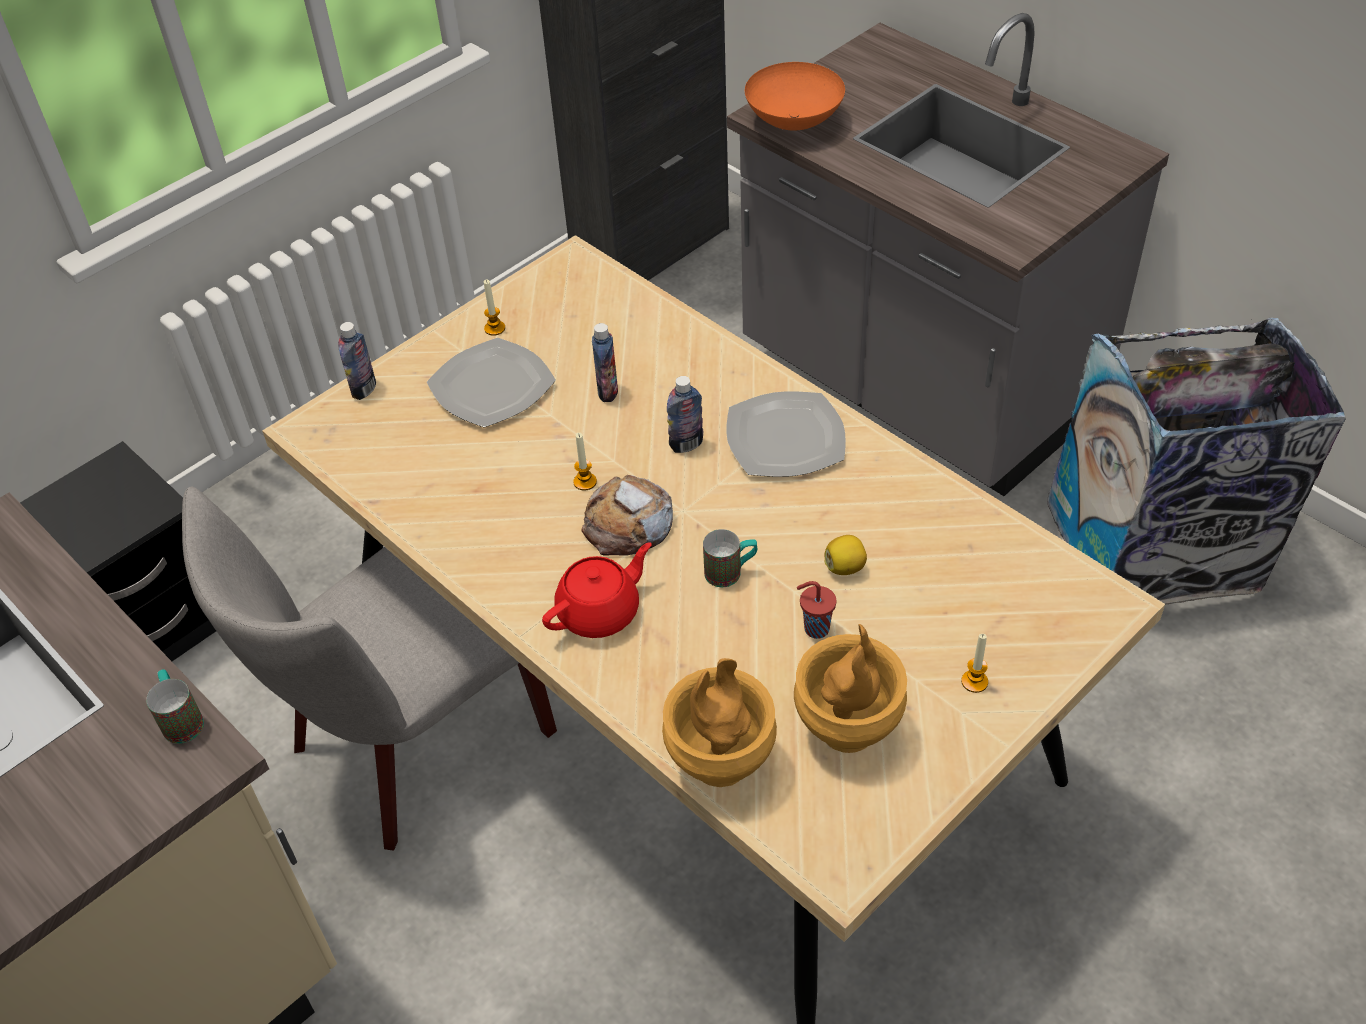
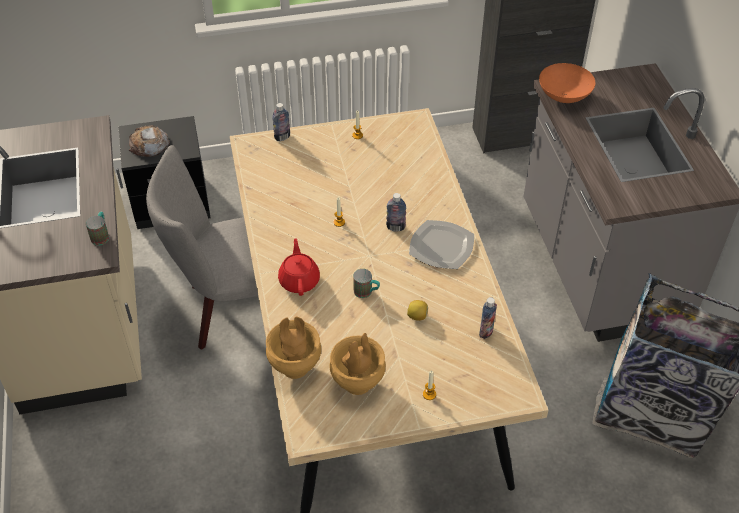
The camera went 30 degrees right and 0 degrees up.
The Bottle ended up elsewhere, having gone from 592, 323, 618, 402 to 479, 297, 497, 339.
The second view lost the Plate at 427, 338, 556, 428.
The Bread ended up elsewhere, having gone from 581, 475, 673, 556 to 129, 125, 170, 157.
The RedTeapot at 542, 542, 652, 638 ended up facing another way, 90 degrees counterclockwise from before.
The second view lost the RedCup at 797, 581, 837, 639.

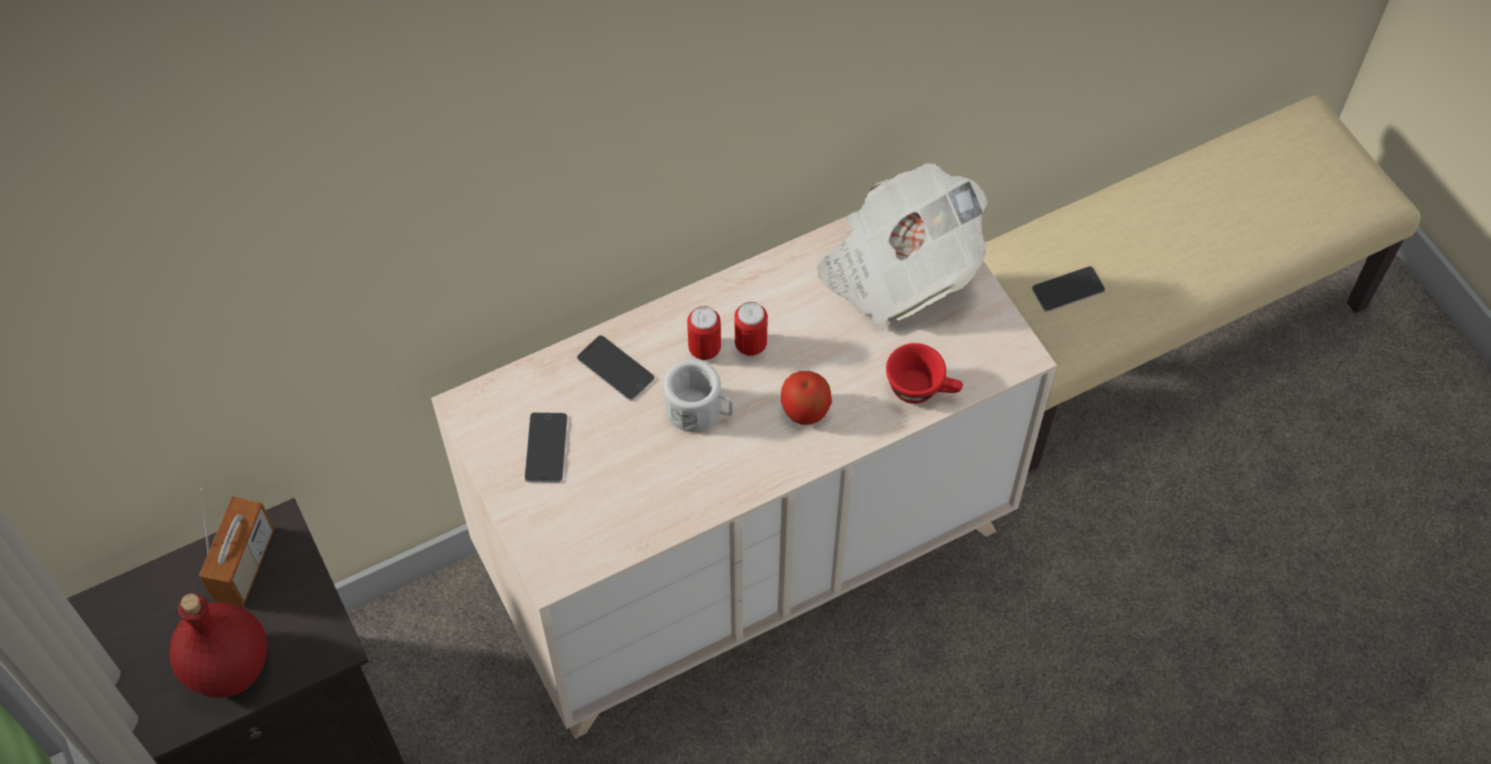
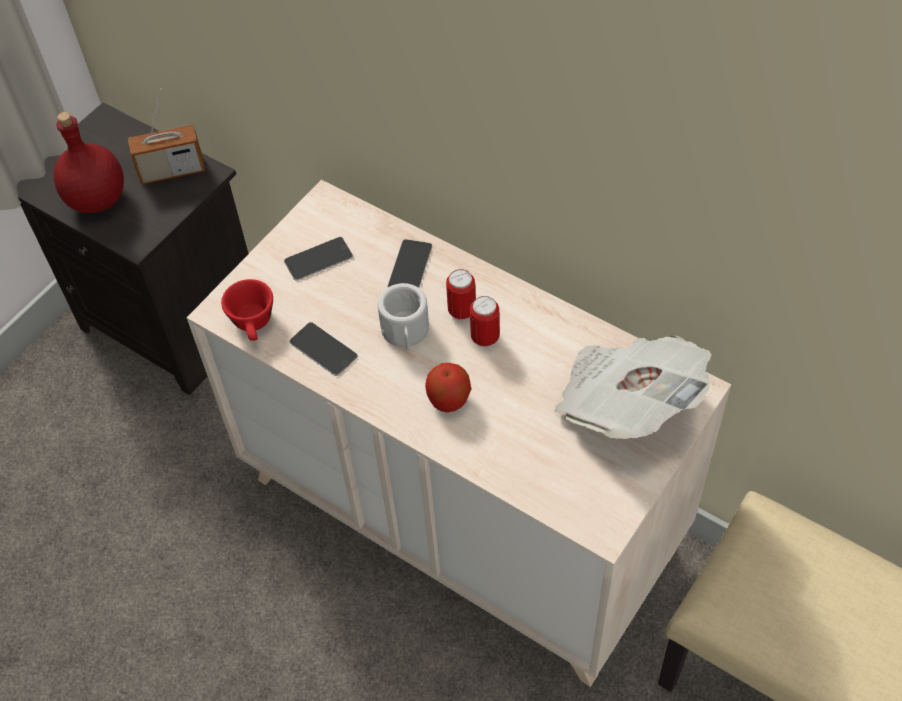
The camera went 65 degrees right and 5 degrees down.
The Phone ended up elsewhere, having gone from 1032, 266, 1105, 312 to 289, 322, 358, 376.
The RedCup ended up elsewhere, having gone from 886, 343, 963, 404 to 221, 279, 273, 341.

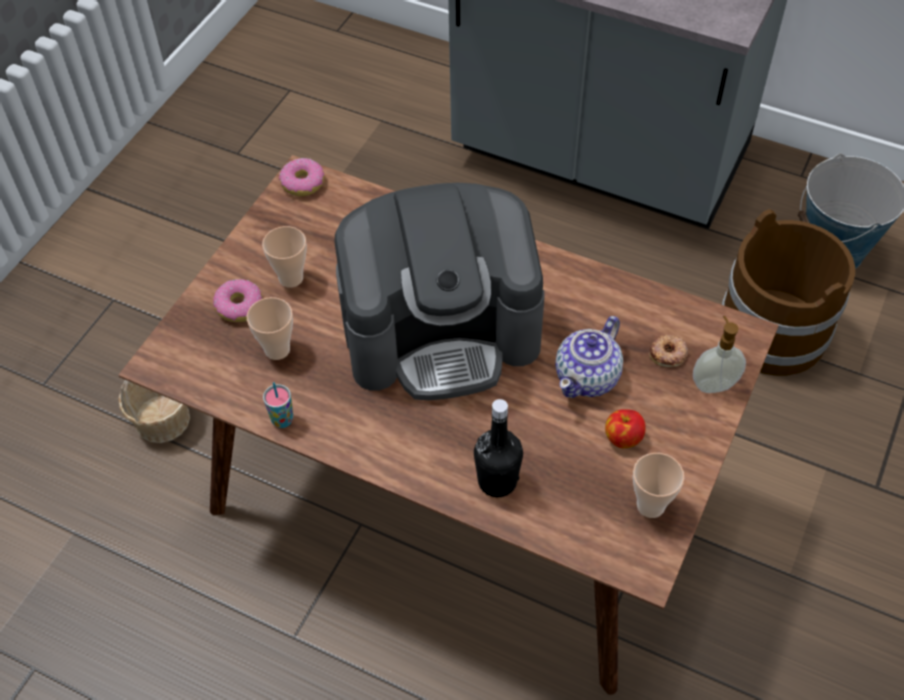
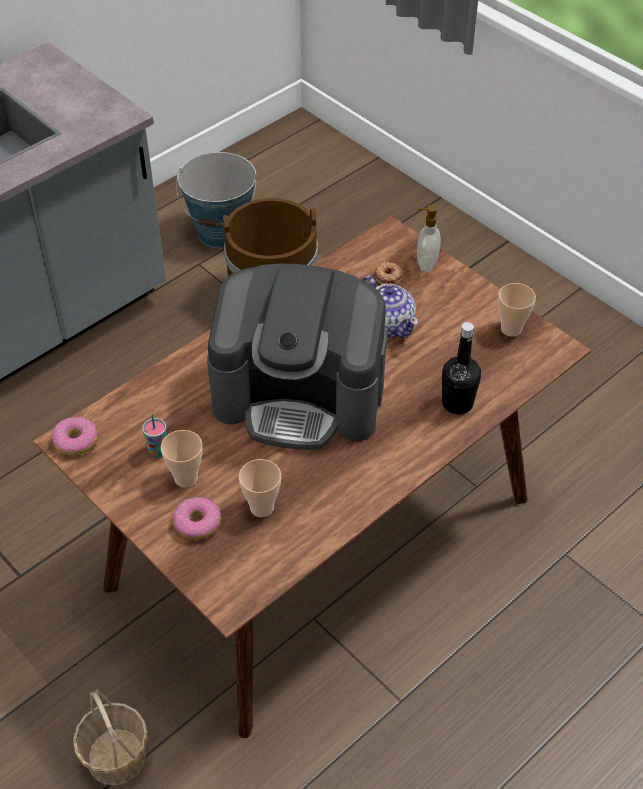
The camera went 70 degrees left and 5 degrees down.
The CoffeeMachine at 335, 183, 545, 400 ended up facing another way, 90 degrees clockwise from before.
The Cup ended up elsewhere, having gone from 263, 382, 293, 428 to 142, 414, 167, 458.
The second view lost the Apple at 605, 409, 646, 448.

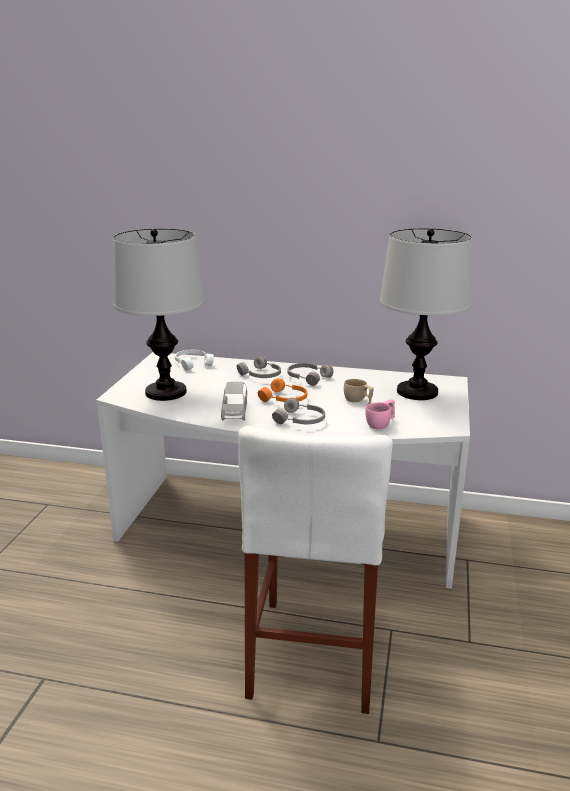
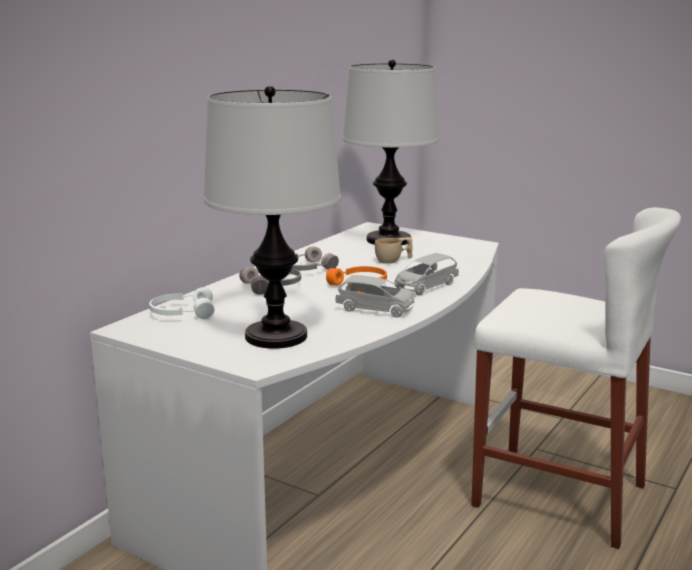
The camera went 70 degrees left and 5 degrees down.
Where the GreyHeadphones stood at 272, 398, 325, 424, the GreyToyCar came to stand at 394, 253, 459, 296.
The second view lost the PinkCup at 365, 400, 395, 429.

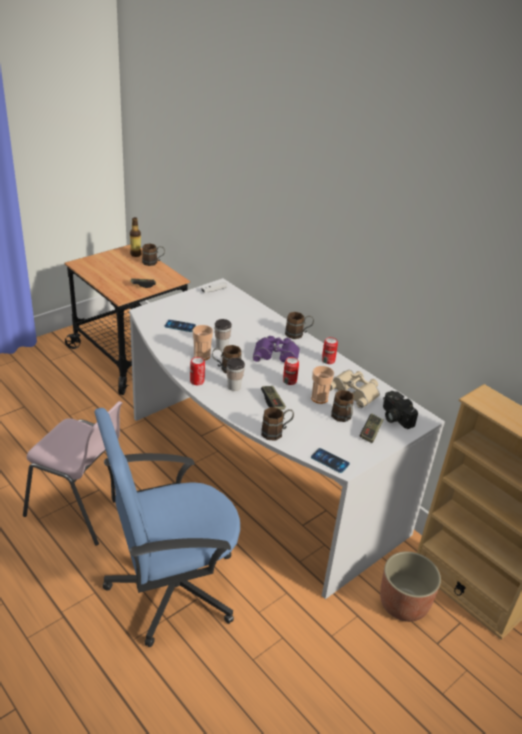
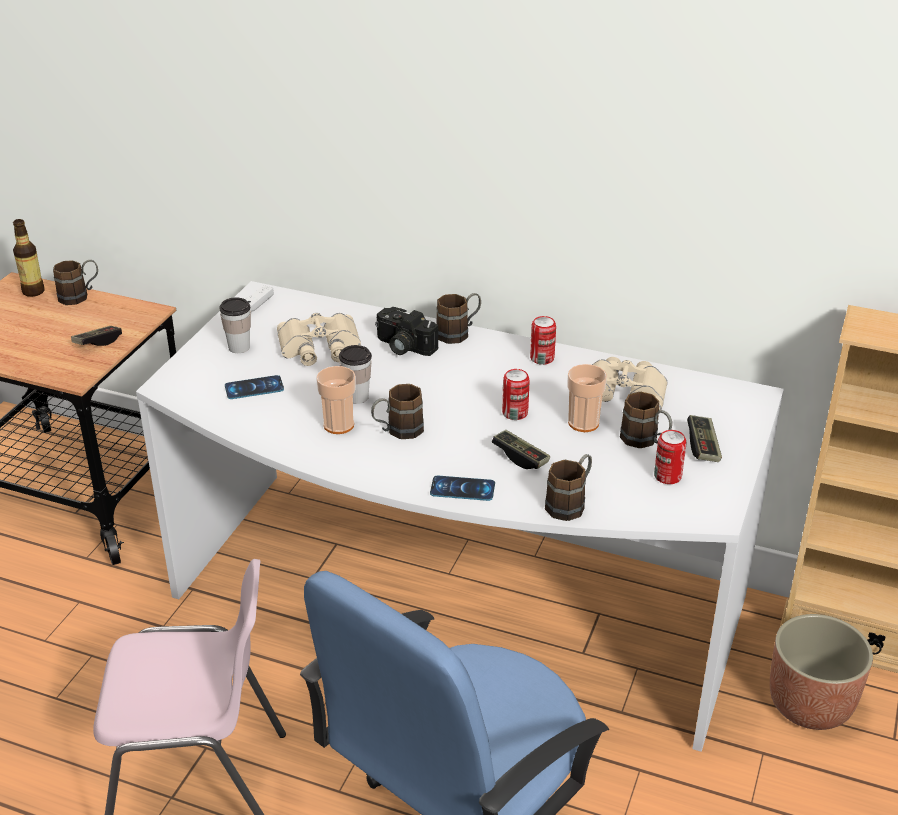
The camera went 25 degrees left and 0 degrees up.
The second view lost the PurpleBinoculars at 253, 336, 300, 362.
The Can ended up elsewhere, having gone from 190, 357, 205, 385 to 654, 430, 686, 484.
The Cup ended up elsewhere, having gone from 226, 358, 245, 391 to 219, 297, 251, 353.
The PhotoCamera ended up elsewhere, having gone from 383, 391, 418, 429 to 375, 307, 438, 356.
The Phone ended up elsewhere, having gone from 311, 448, 350, 473 to 430, 476, 495, 501.
The second view gained the BeigeBinoculars at 277, 313, 361, 366.

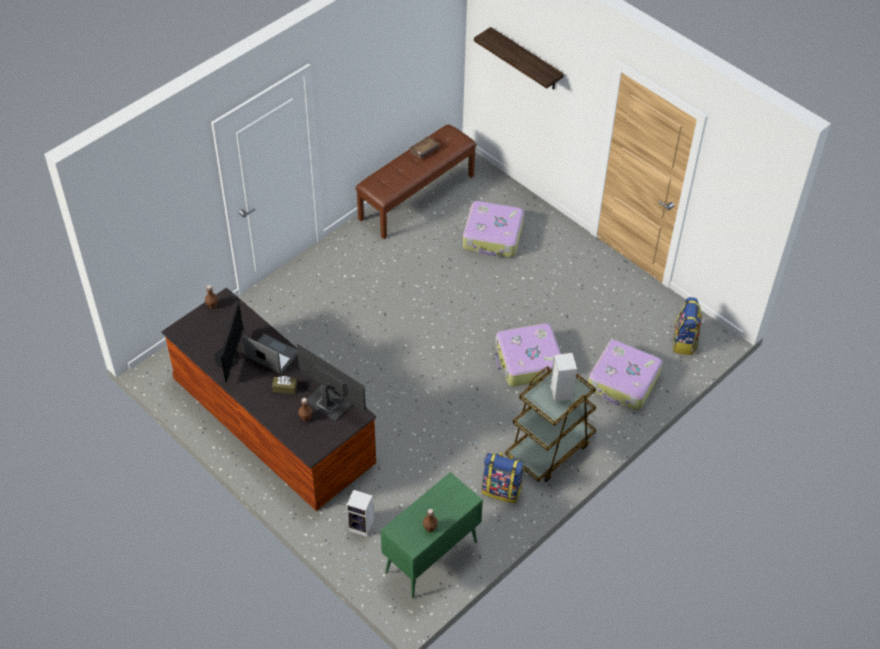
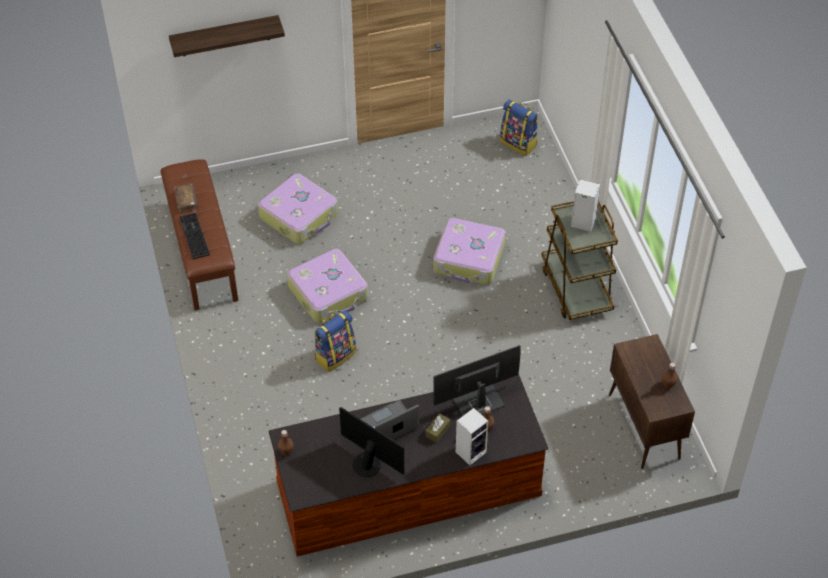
The camera went 60 degrees left and 0 degrees up.
The Suitcase ended up elsewhere, having gone from 588, 340, 663, 410 to 287, 249, 368, 323.
The Backpack ended up elsewhere, having gone from 482, 452, 524, 503 to 314, 310, 356, 372.
What was the GreenCabinet at 381, 472, 483, 598 turned into the BrownCabinet at 609, 334, 695, 469.
The Speaker ended up elsewhere, having gone from 346, 490, 374, 537 to 456, 408, 489, 465.
The second view gained the Keyboard at 180, 213, 210, 260.

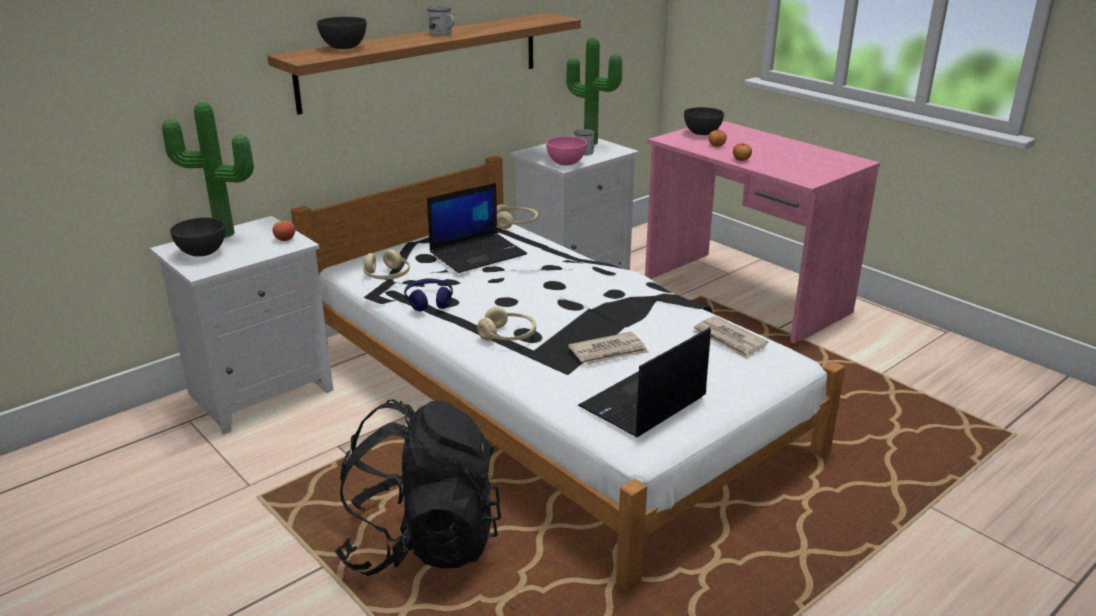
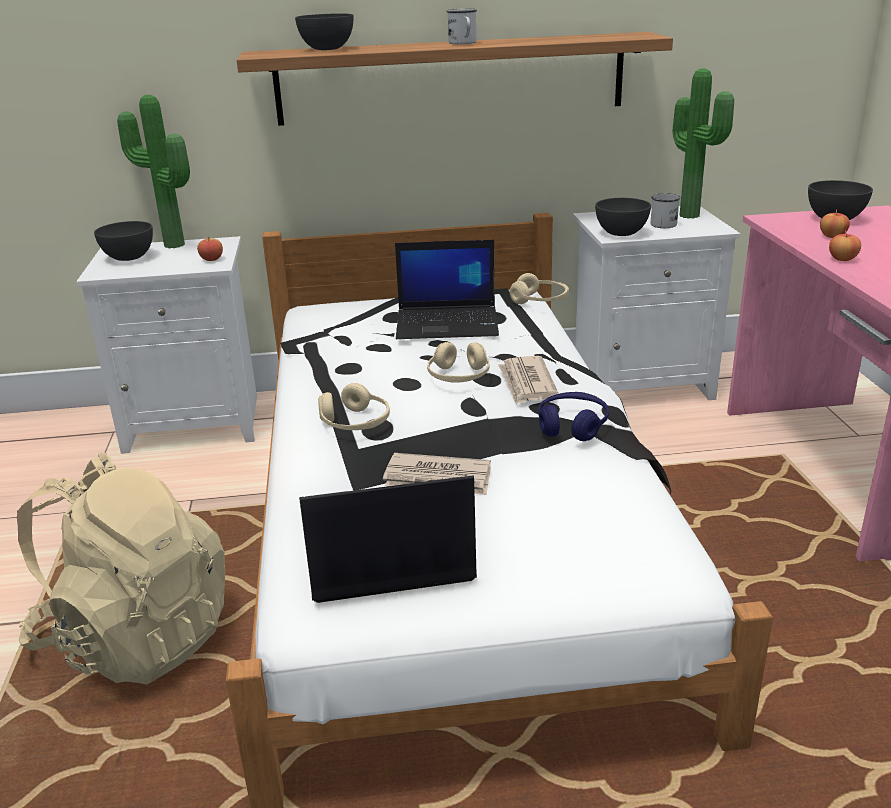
The camera went 35 degrees right and 0 degrees up.
What was the PinkBowl at 546, 136, 587, 166 turned into the GreyBowl at 595, 198, 651, 236.
The BeigeHeadphones ended up elsewhere, having gone from 363, 249, 410, 280 to 427, 342, 490, 383.
The BlueHeadphones ended up elsewhere, having gone from 404, 279, 453, 311 to 538, 392, 609, 441.
The Newspaper ended up elsewhere, having gone from 692, 316, 768, 359 to 498, 356, 558, 404.
What was the BlackBackpack at 334, 399, 501, 576 turned into the BeigeBackpack at 17, 452, 225, 685.

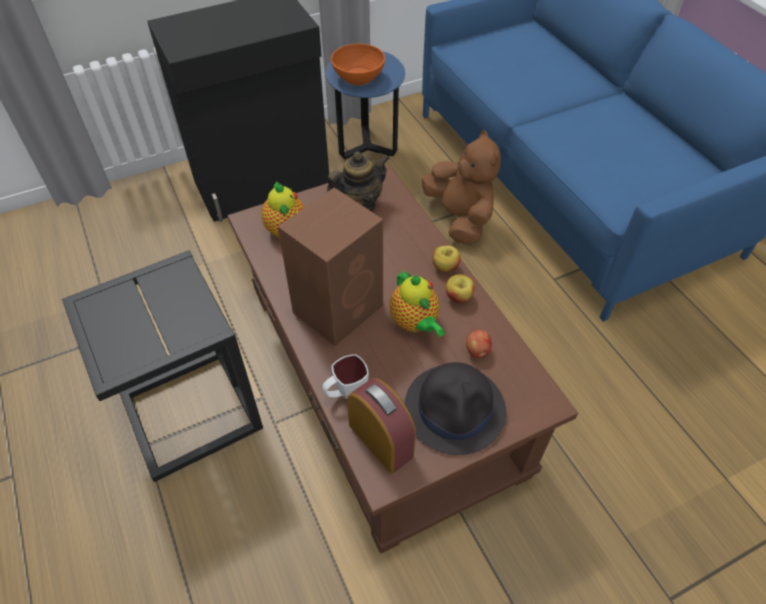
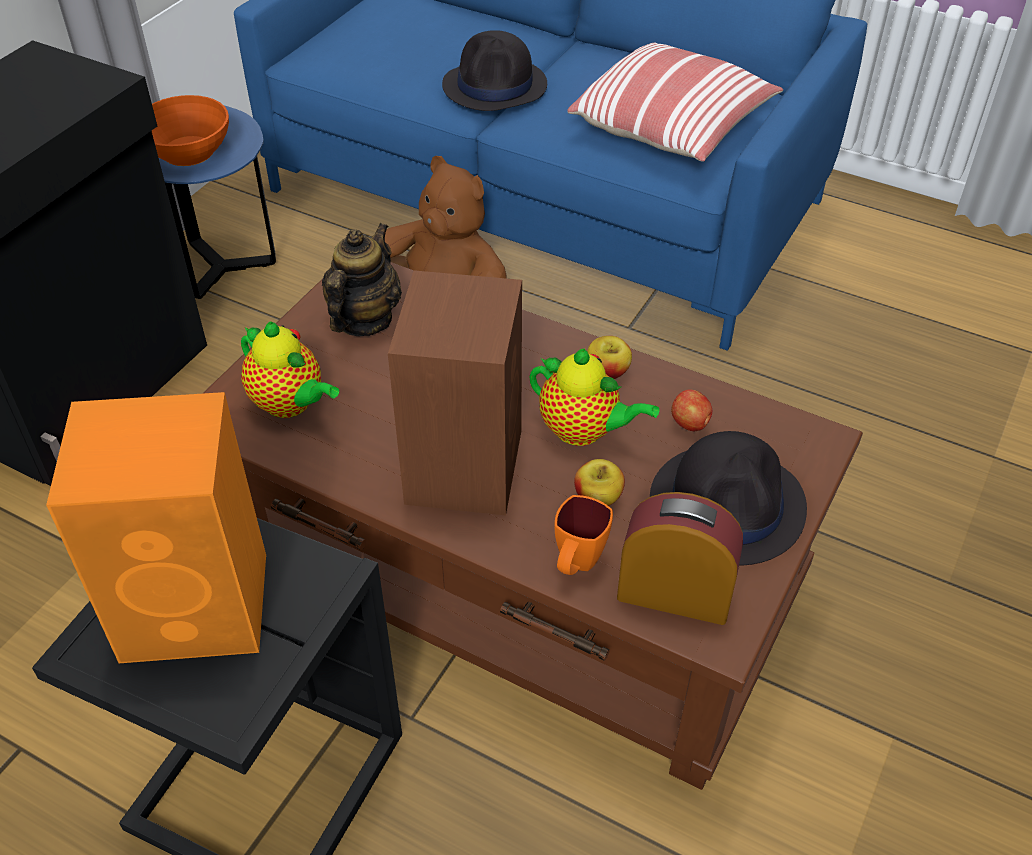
The camera went 35 degrees left and 5 degrees down.
The Apple ended up elsewhere, having gone from 433, 245, 460, 272 to 574, 459, 625, 506.
What was the WhiteMug at 322, 354, 369, 399 turned into the OrangeMug at 555, 495, 613, 575.
The second view gained the BlackHat at 442, 30, 547, 111.
The second view gained the Pillow at 567, 43, 783, 162.
The second view gained the OrangeSpeaker at 46, 392, 266, 663.

